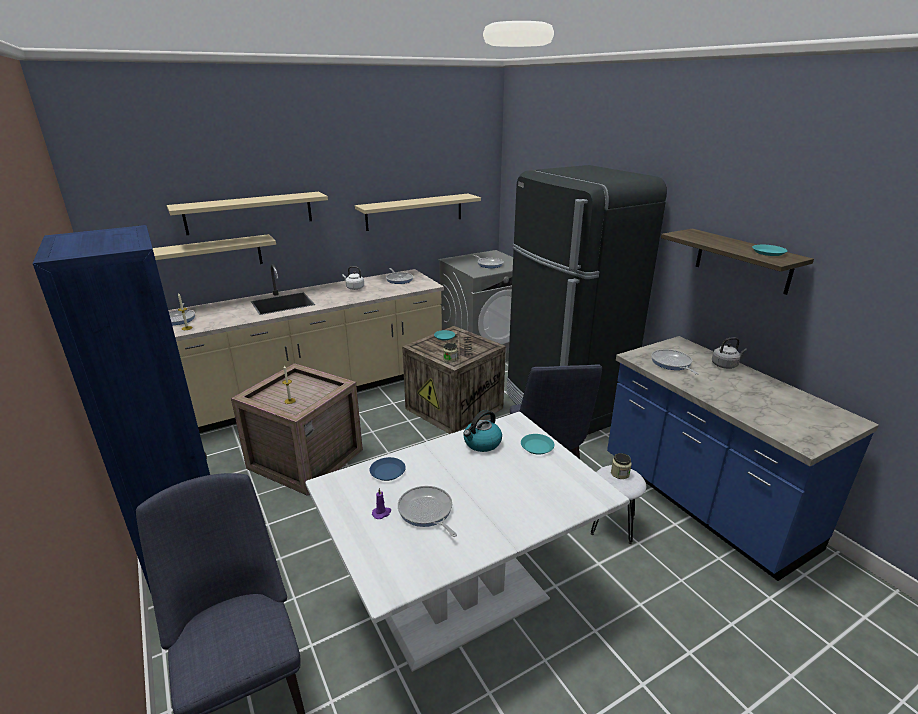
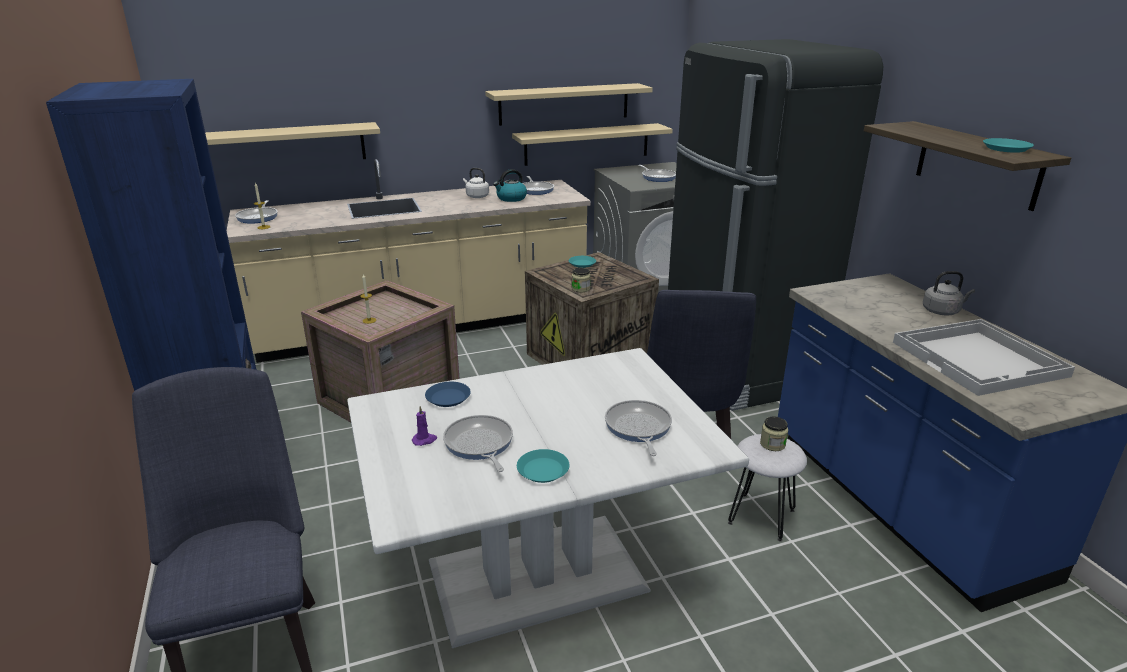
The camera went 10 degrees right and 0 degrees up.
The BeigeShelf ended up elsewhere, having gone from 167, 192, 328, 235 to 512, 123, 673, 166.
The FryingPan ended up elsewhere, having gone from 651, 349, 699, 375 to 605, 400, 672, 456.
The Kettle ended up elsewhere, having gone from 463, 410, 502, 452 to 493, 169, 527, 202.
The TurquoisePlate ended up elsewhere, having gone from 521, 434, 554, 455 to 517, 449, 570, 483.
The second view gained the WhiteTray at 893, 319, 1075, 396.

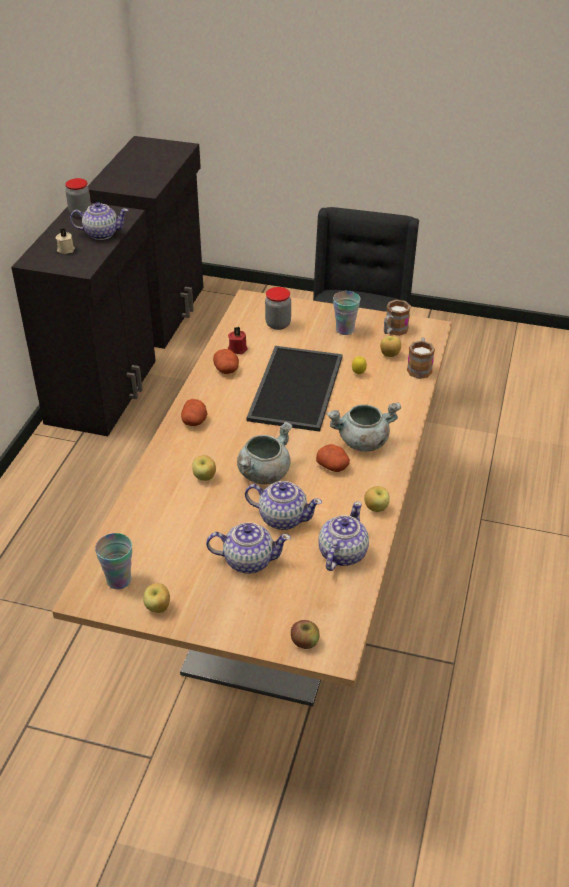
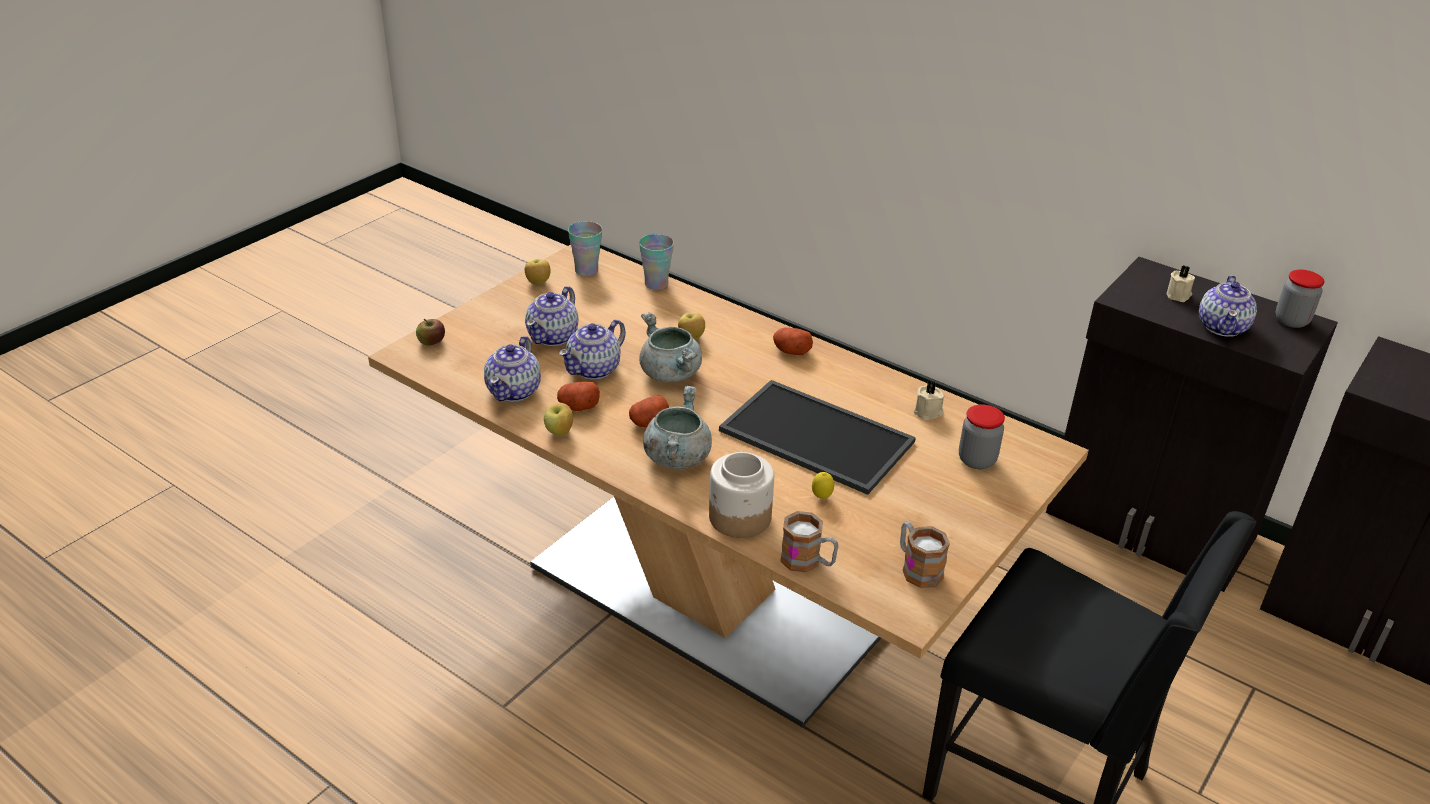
The camera went 110 degrees right and 5 degrees down.
The Cup ended up elsewhere, having gone from 333, 291, 360, 335 to 639, 234, 674, 290.
What was the RedCandle at 228, 327, 248, 354 turned into the BeigeCandle at 914, 381, 944, 420.
The second view lost the Apple at 380, 336, 401, 357.
The Potato ended up elsewhere, having gone from 213, 349, 239, 374 to 557, 382, 600, 411.
The Teapot at 318, 501, 369, 571 ended up facing another way, 60 degrees clockwise from before.
The second view gained the Jar at 709, 452, 774, 538.

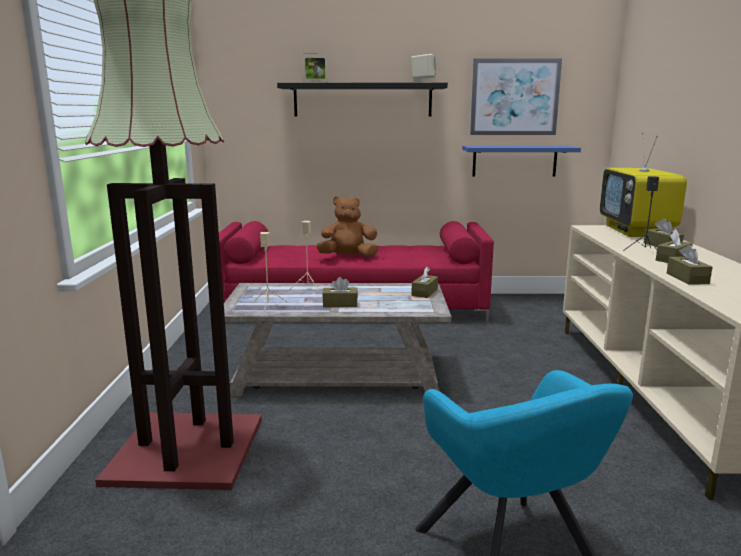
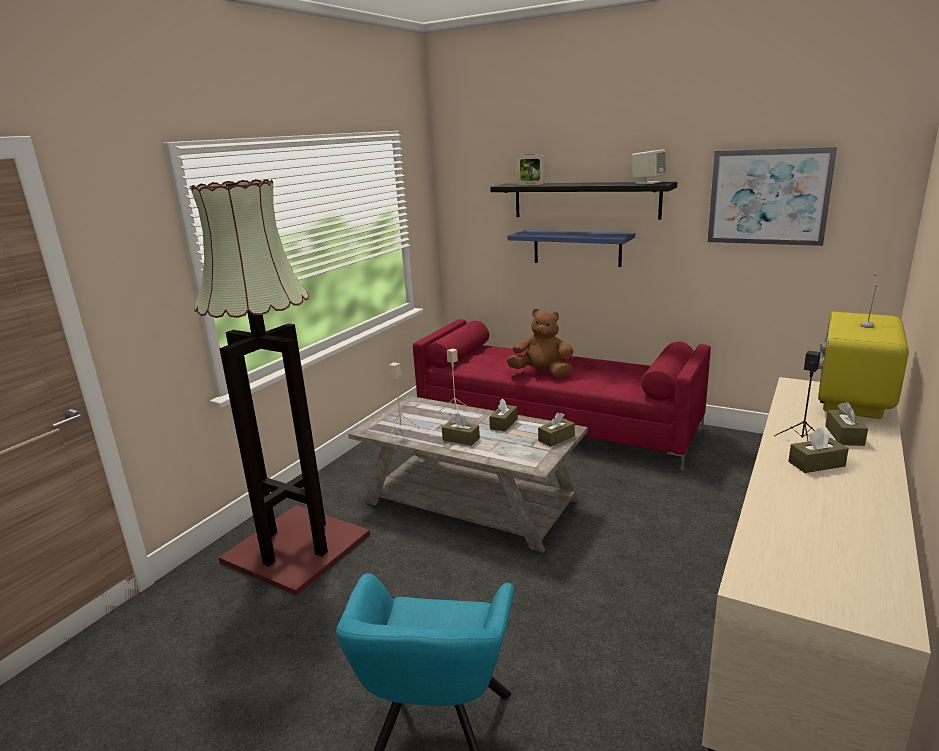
The camera went 30 degrees right and 5 degrees up.
The BlueShelf ended up elsewhere, having gone from 462, 146, 581, 177 to 507, 230, 635, 267.
The BrownTissueBox ended up elsewhere, having gone from 667, 245, 712, 285 to 489, 399, 518, 432.

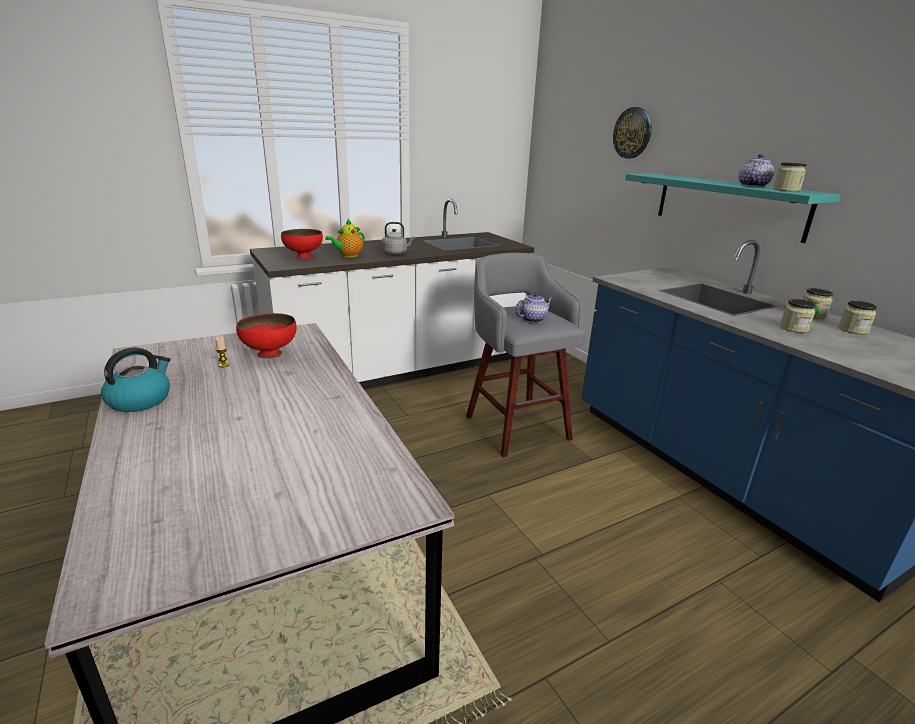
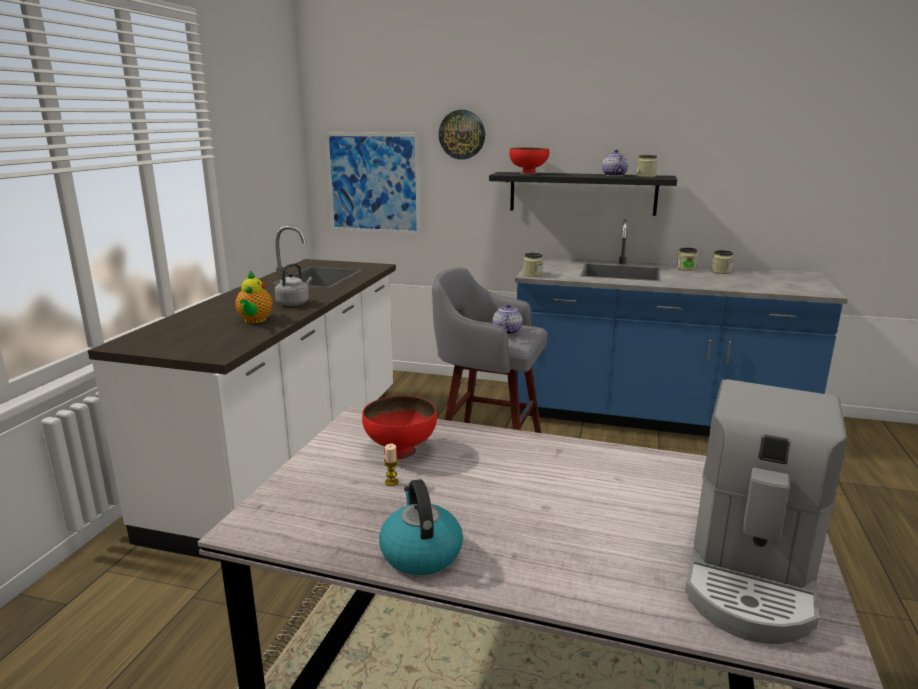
The camera went 45 degrees left and 5 degrees down.
What was the TurquoiseShelf at 625, 174, 841, 243 turned into the BlackShelf at 489, 172, 677, 216.
The RedBowl ended up elsewhere, having gone from 281, 229, 323, 259 to 509, 148, 549, 175.
The Jar ended up elsewhere, having gone from 780, 299, 816, 333 to 523, 253, 543, 277.
The second view gained the Picture at 325, 132, 421, 235.
The second view gained the CoffeeMachine at 685, 379, 847, 644.

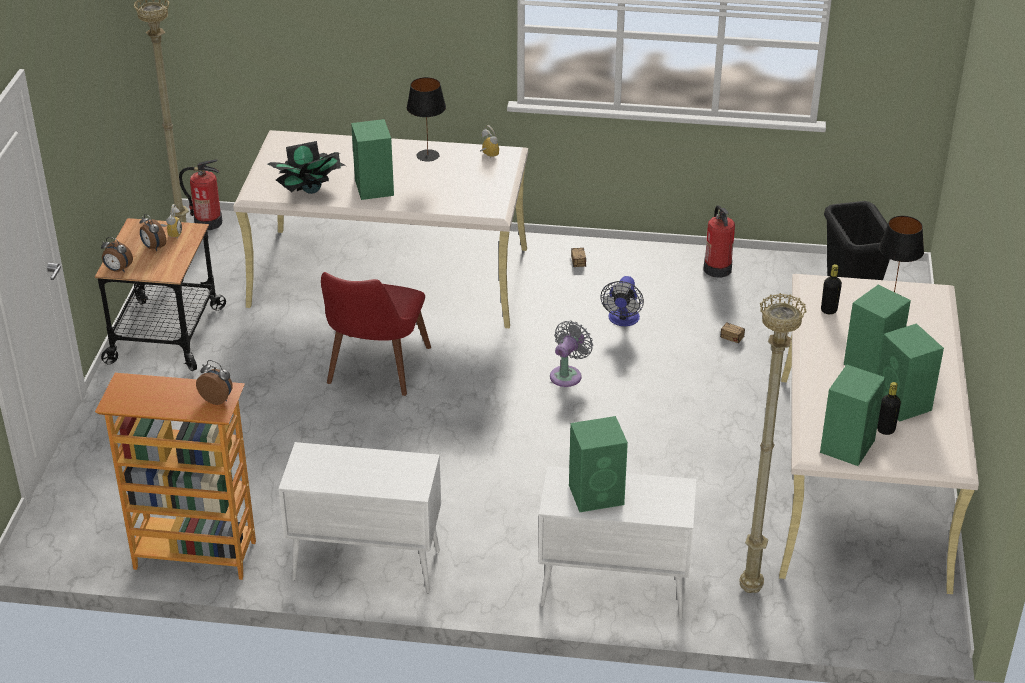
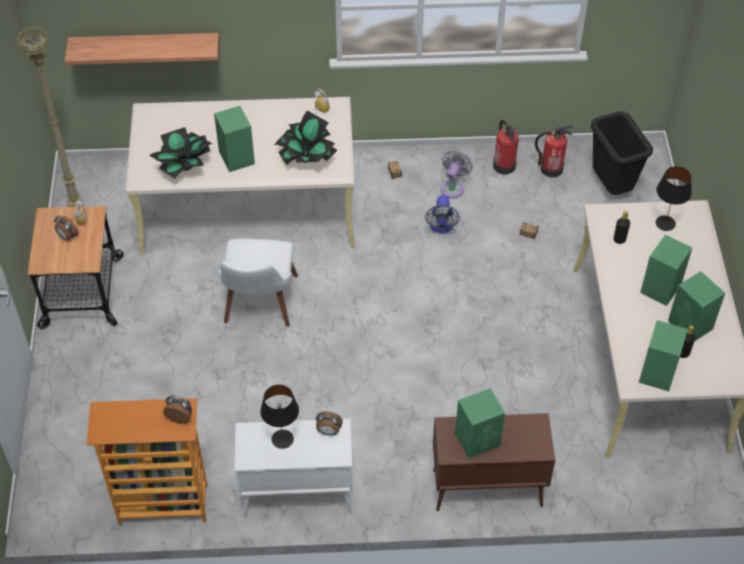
The camera went 10 degrees left and 15 degrees up.
The BlackTableLamp ended up elsewhere, having gone from 407, 77, 446, 162 to 260, 385, 299, 449.
The FireExtinguisher ended up elsewhere, having gone from 179, 160, 222, 230 to 535, 125, 573, 178.
The AlarmClock ended up elsewhere, having gone from 101, 237, 133, 272 to 316, 411, 343, 436.
What was the RedChair at 321, 272, 431, 396 turned into the WhiteChair at 219, 239, 298, 327.
The second view lost the BeigeFloorLamp at 739, 293, 807, 593.
The GreyFan ended up elsewhere, having gone from 550, 321, 593, 387 to 441, 151, 473, 199.
What was the WhiteCabinet at 538, 466, 697, 620 turned into the BrownCabinet at 433, 413, 555, 511.
The second view gained the Shelf at 65, 33, 219, 65.
The second view gained the PottedPlant at 274, 111, 337, 165.

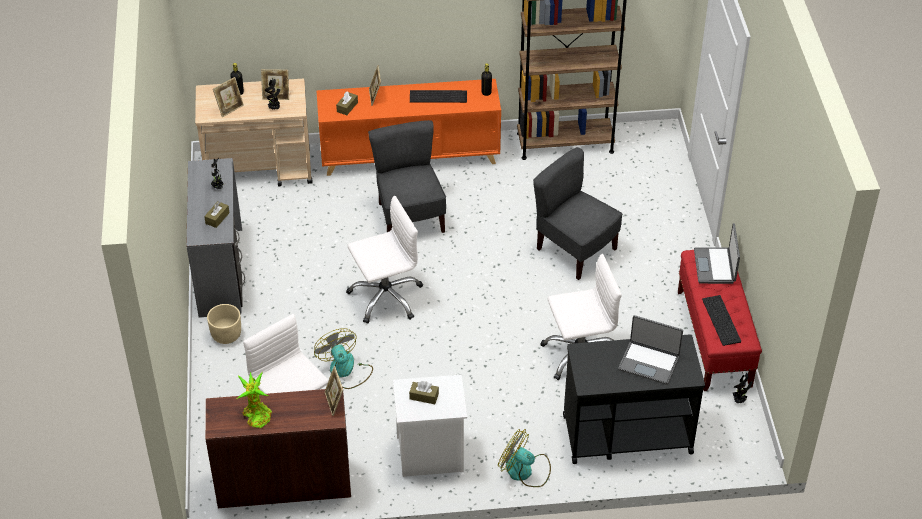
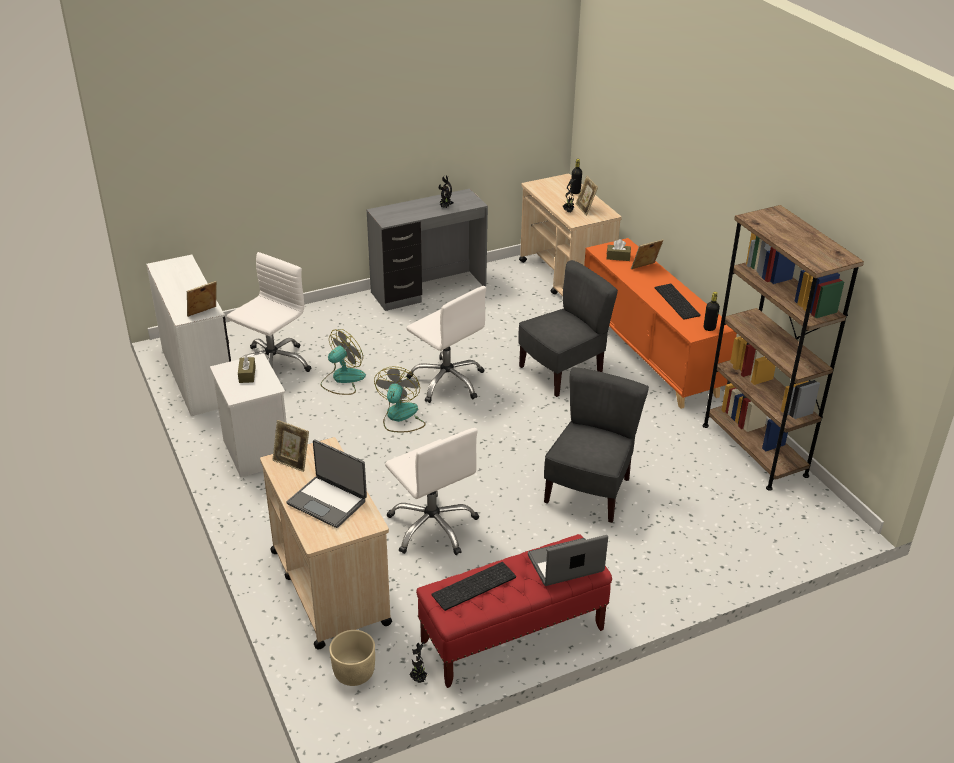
The camera went 70 degrees right and 10 degrees down.
The PictureFrame ended up elsewhere, having gone from 213, 77, 244, 118 to 273, 420, 309, 472.
The second view lost the BrownTissueBox at 204, 201, 229, 228.
The BeigePlanter ended up elsewhere, having gone from 207, 304, 241, 344 to 329, 630, 375, 686.
The Laptop at 618, 315, 683, 385 ended up facing another way, 60 degrees counterclockwise from before.
What was the BlackCart at 563, 335, 705, 464 turned into the BeigeCart at 260, 437, 392, 649.
The second view lost the PottedPlant at 237, 372, 272, 428.
What was the BrownDesk at 205, 389, 351, 508 turned into the WhiteDesk at 146, 255, 231, 416.
The Fan ended up elsewhere, having gone from 498, 429, 551, 487 to 374, 366, 426, 432.

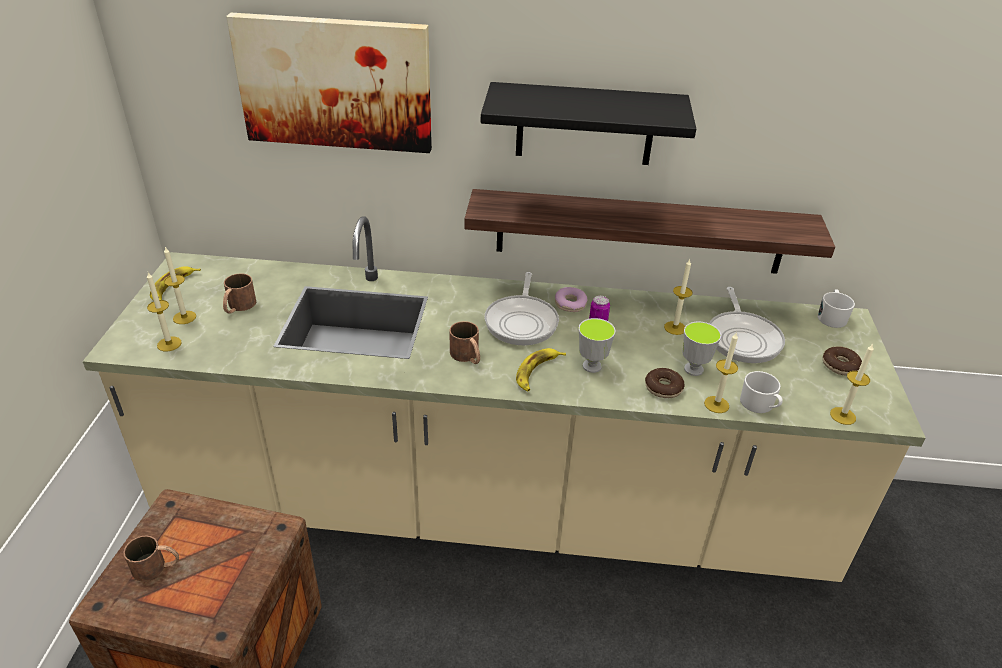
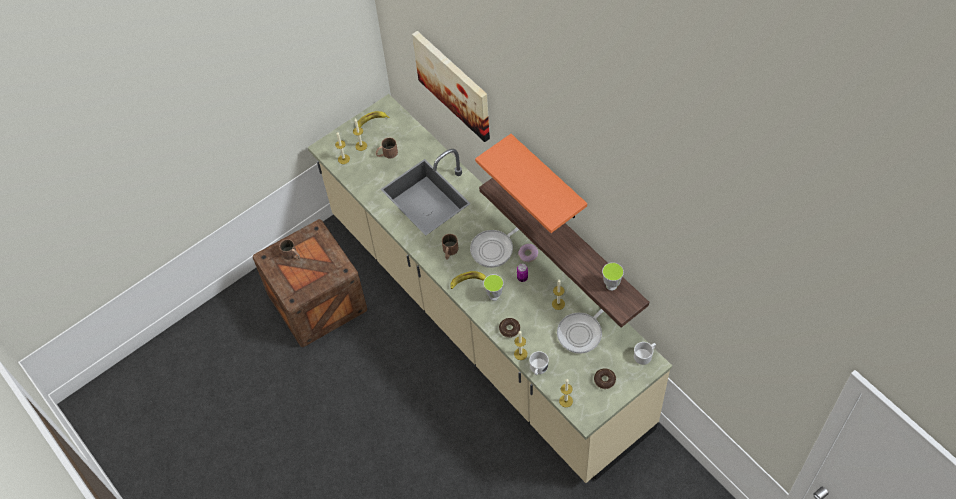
The camera went 50 degrees right and 20 degrees up.
What was the BlackShelf at 481, 82, 696, 165 turned into the OrangeShelf at 475, 134, 587, 233.
The Cup ended up elsewhere, having gone from 682, 321, 721, 376 to 602, 262, 624, 291.

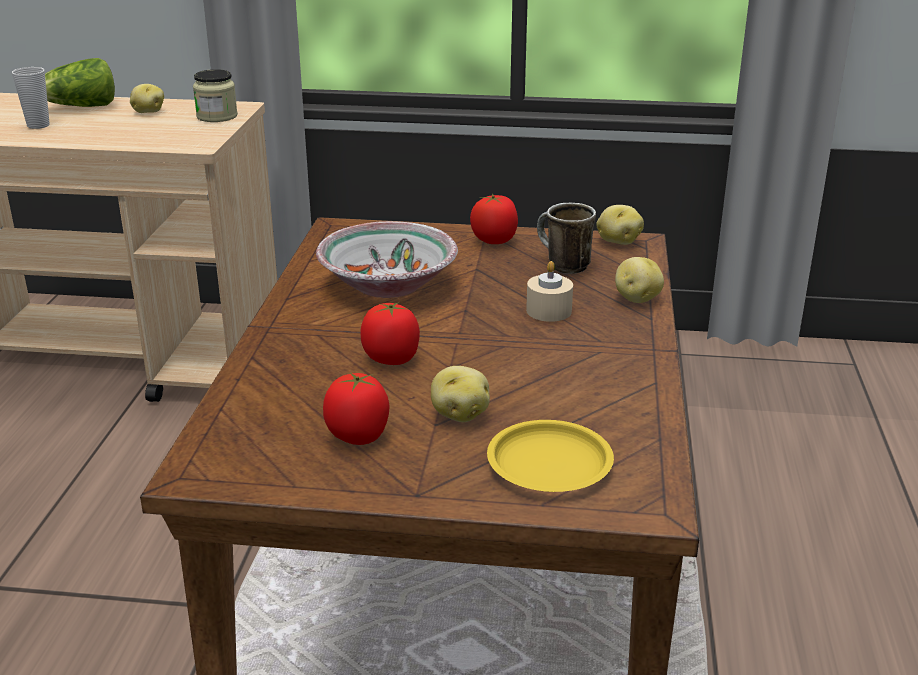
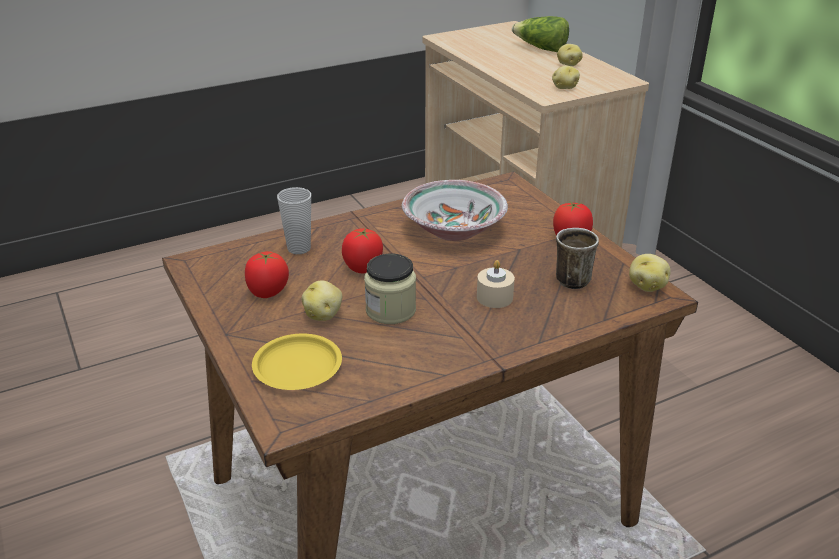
The camera went 55 degrees right and 5 degrees up.
The Cup ended up elsewhere, having gone from 12, 67, 50, 129 to 277, 187, 311, 254.
The Jar ended up elsewhere, having gone from 193, 69, 238, 122 to 364, 254, 416, 324.
The Potato ended up elsewhere, having gone from 615, 257, 664, 303 to 552, 66, 580, 89.

